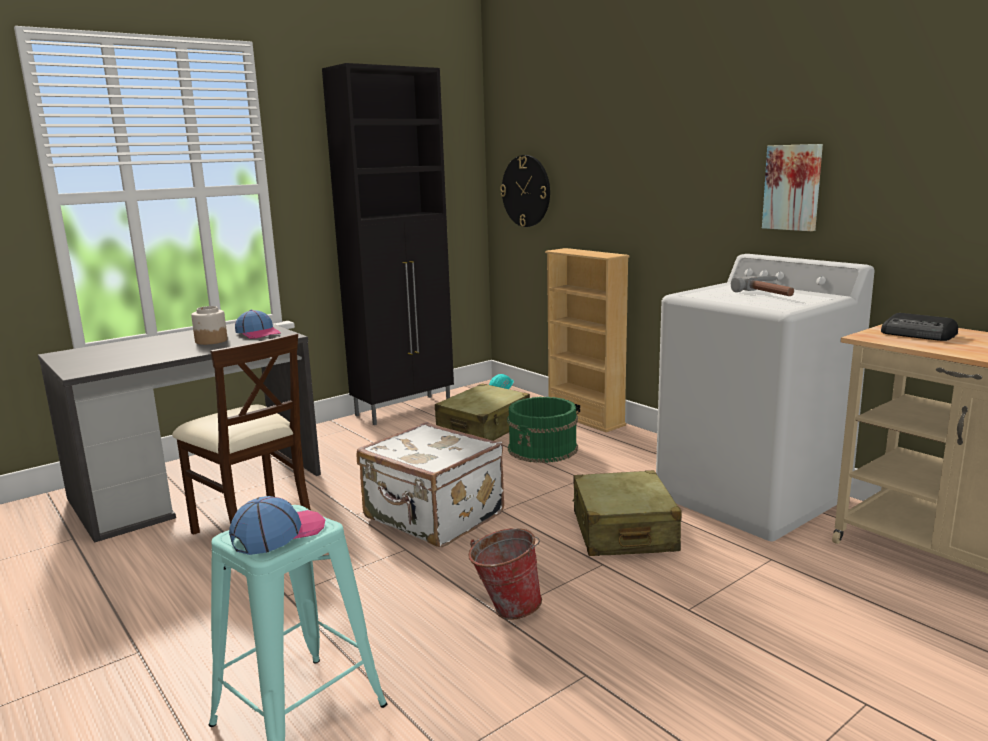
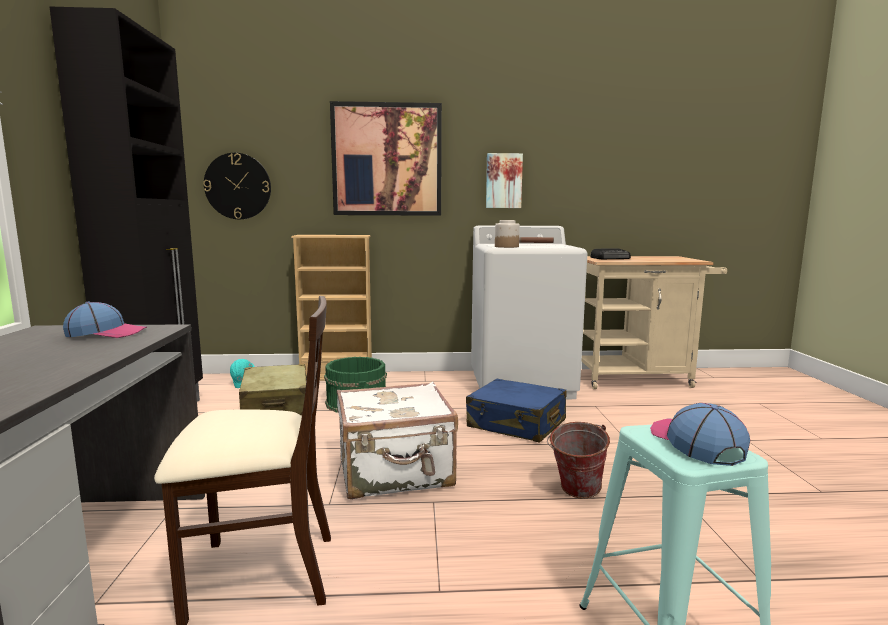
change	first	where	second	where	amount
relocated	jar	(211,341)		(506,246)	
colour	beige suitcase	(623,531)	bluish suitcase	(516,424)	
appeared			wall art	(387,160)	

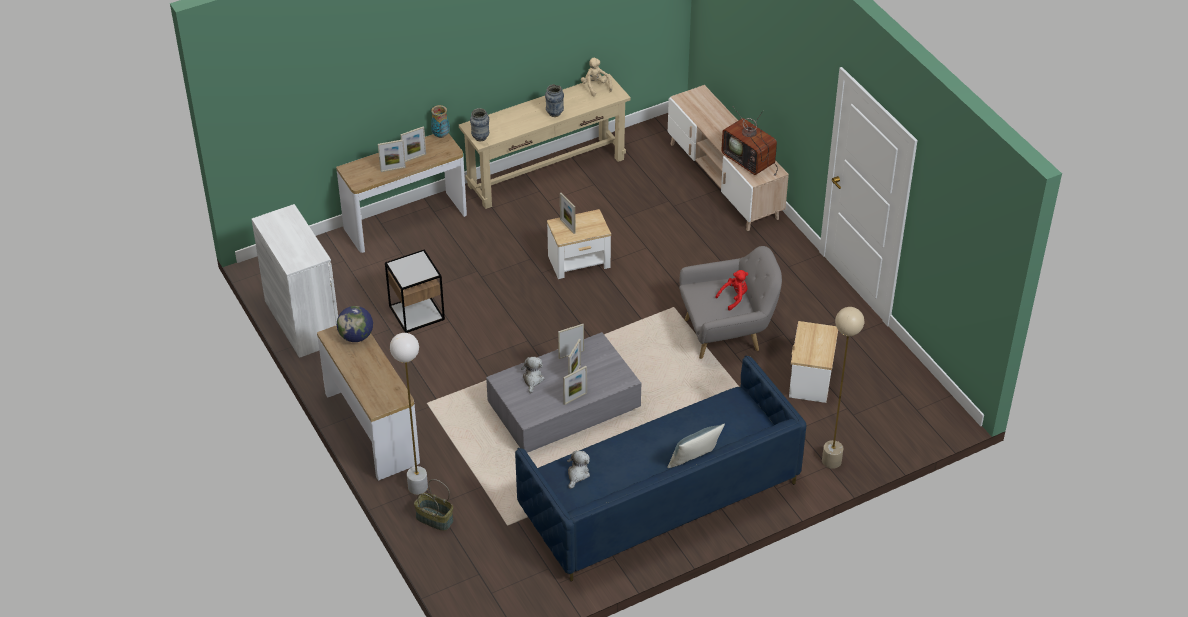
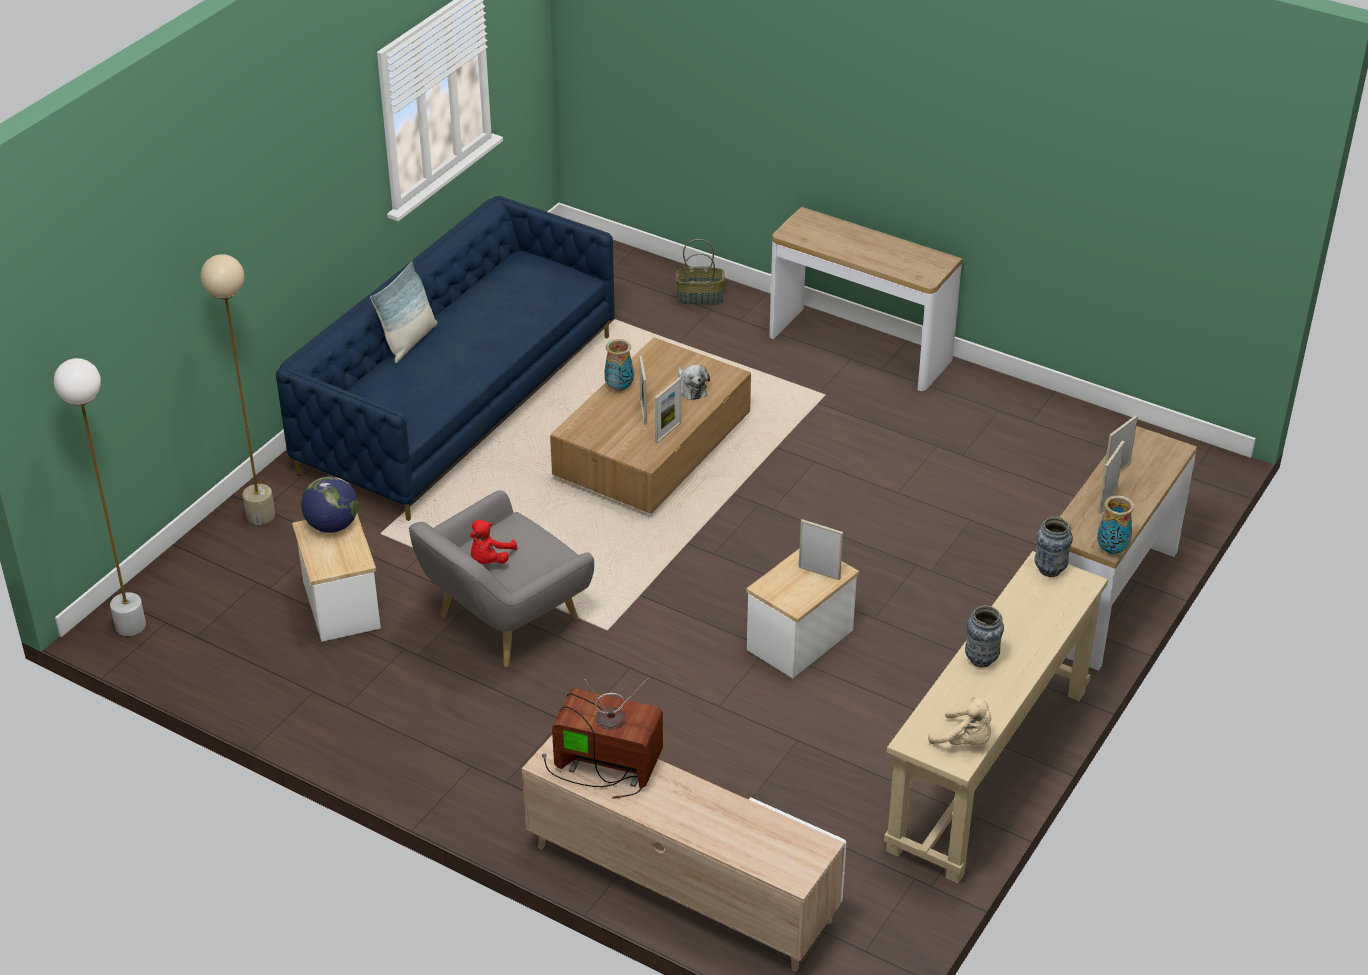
change	first	where	second	where	amount
missing	white storage cabinet	(302,321)			
relocated	world globe	(356,336)		(332,526)	
missing	side table	(416,313)			
relocated	white standing lamp	(417,487)		(130,625)	
colour	grey coffee table	(563,408)	brown coffee table	(653,449)	
exchanged	standing frame	(575,398)	vase	(619,388)	
missing	cuddly toy	(577,474)			

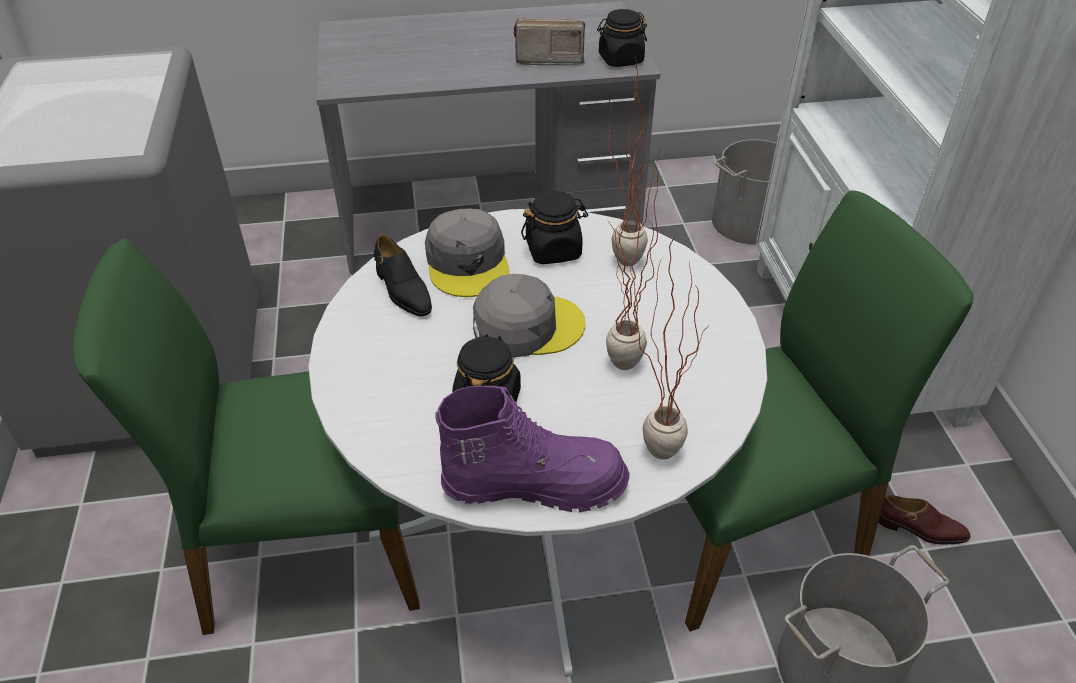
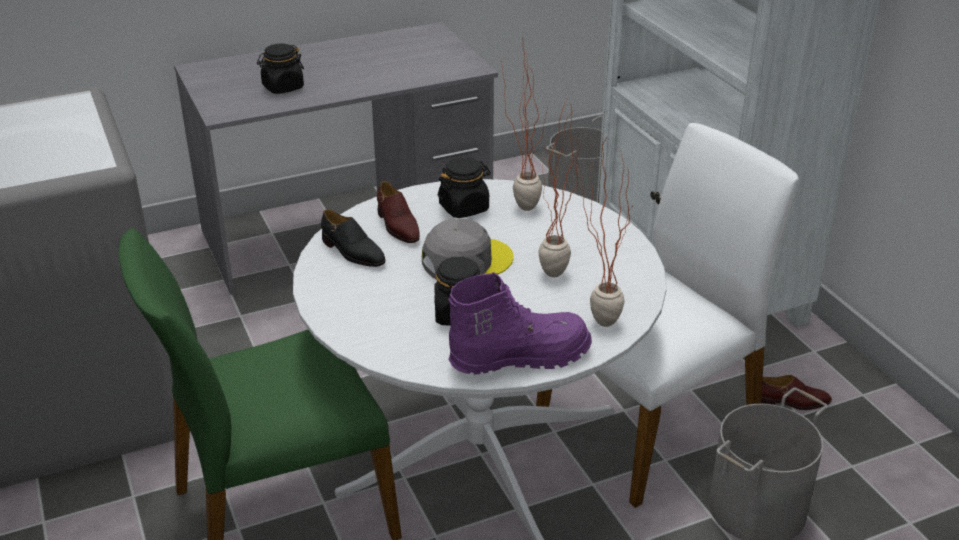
change	first	where	second	where	amount
exchanged	grey baseball cap	(468,262)	brown low shoe	(397,226)	
missing	radio	(547,58)			
relocated	blackish jar	(620,59)		(282,87)	
colour	green upright chair	(741,523)	white upright chair	(650,425)	

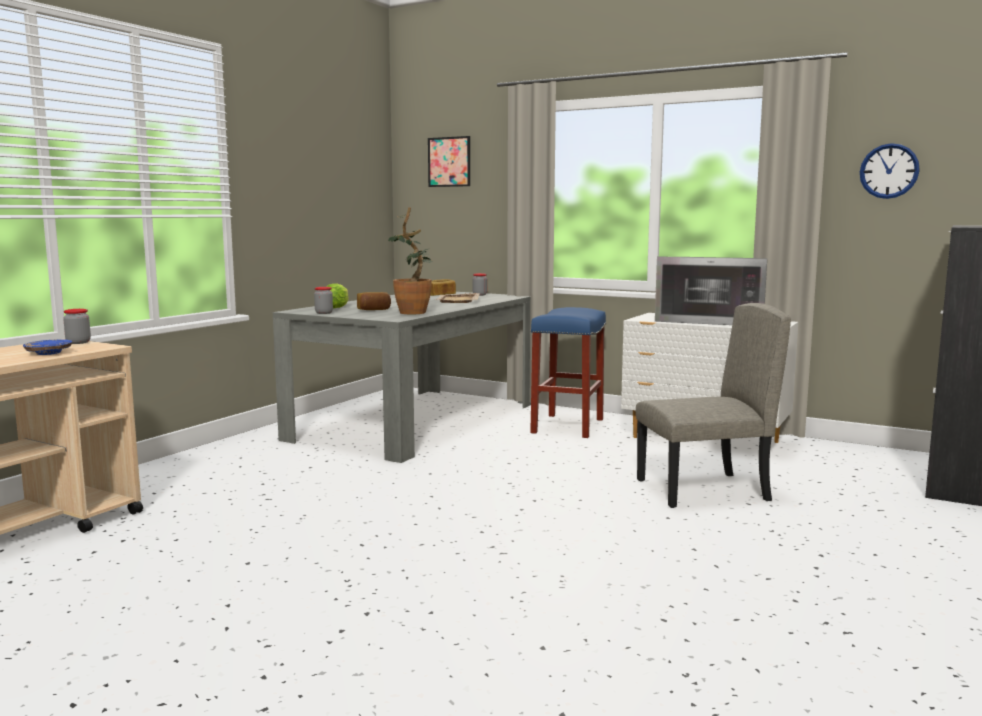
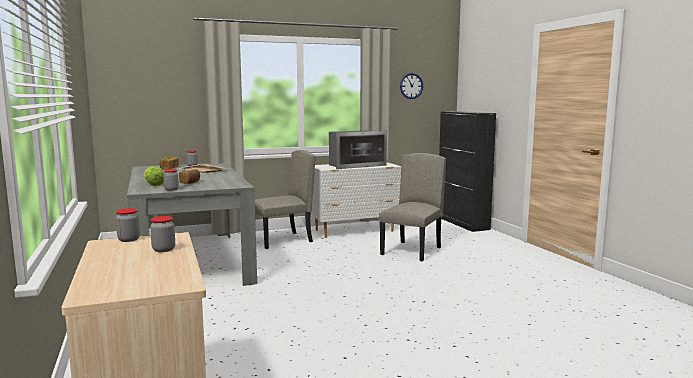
change	first	where	second	where	amount
exchanged	bluish dinner plate	(48,353)	jar	(163,249)	
missing	houseplant	(416,312)			
missing	wall art	(449,162)			
exchanged	bluish stool seat	(568,426)	beige upright chair	(281,241)	

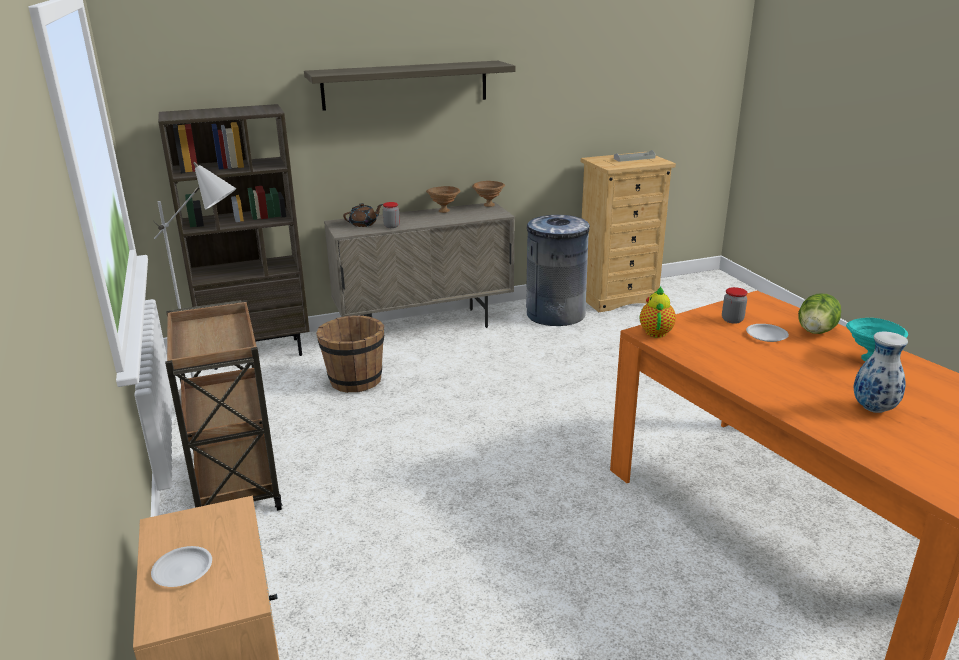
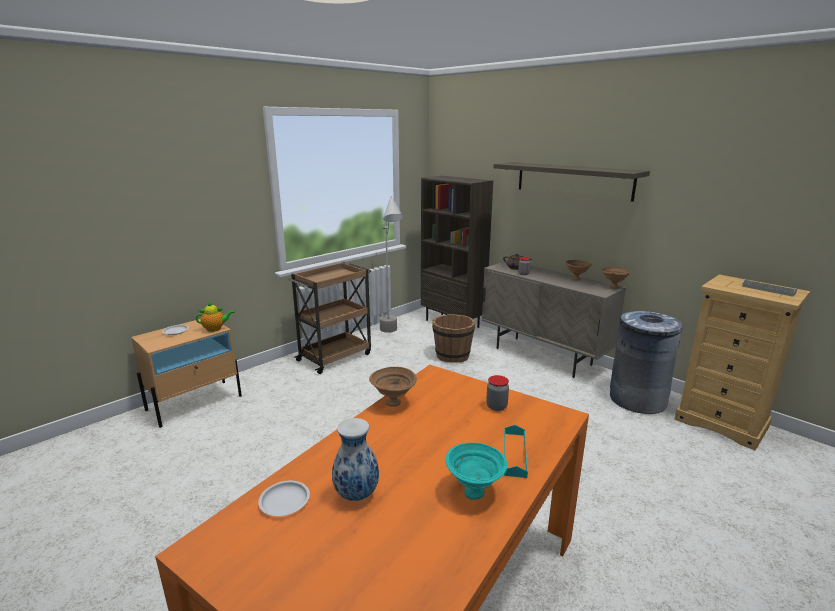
change	first	where	second	where	amount
relocated	teapot	(656,331)		(215,329)	
relocated	white dinner plate	(766,335)		(285,501)	
exchanged	lettuce head	(815,331)	turquoise tray	(514,454)	
appeared			brown bowl	(394,403)	

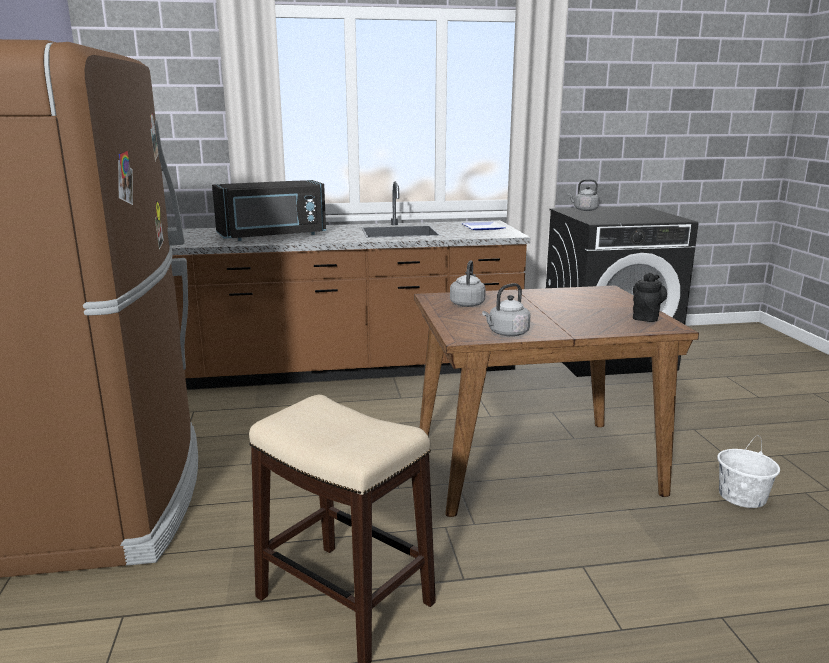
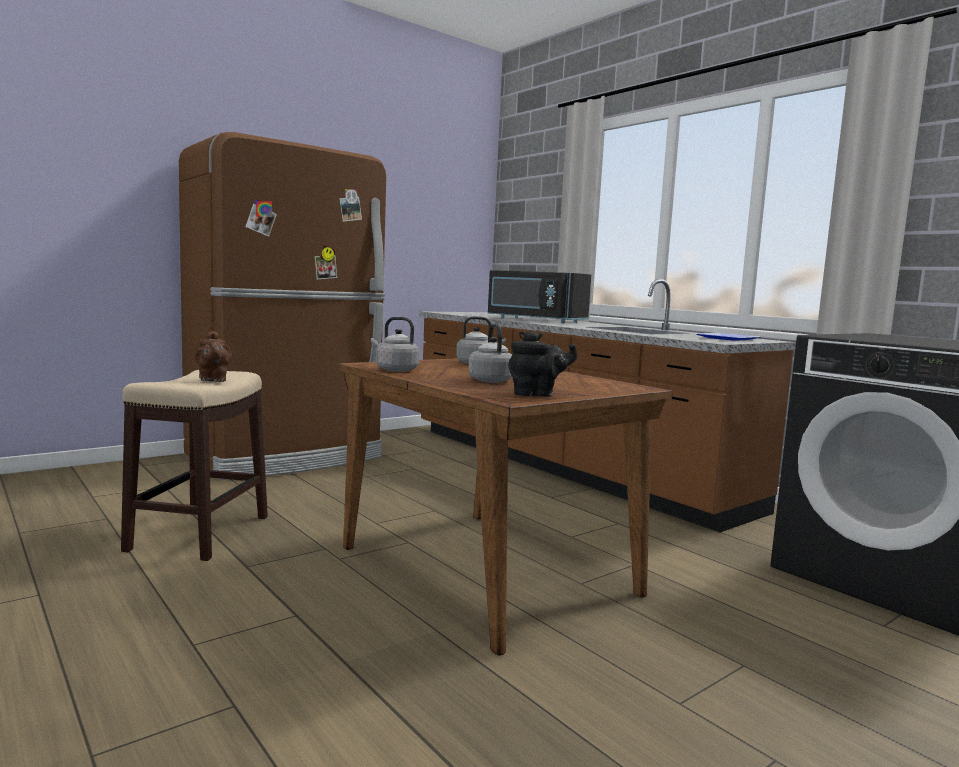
change	first	where	second	where	amount
relocated	grey tea kettle	(584,210)		(490,380)	
missing	white water bucket	(742,496)			
appeared			brown teapot	(213,380)	

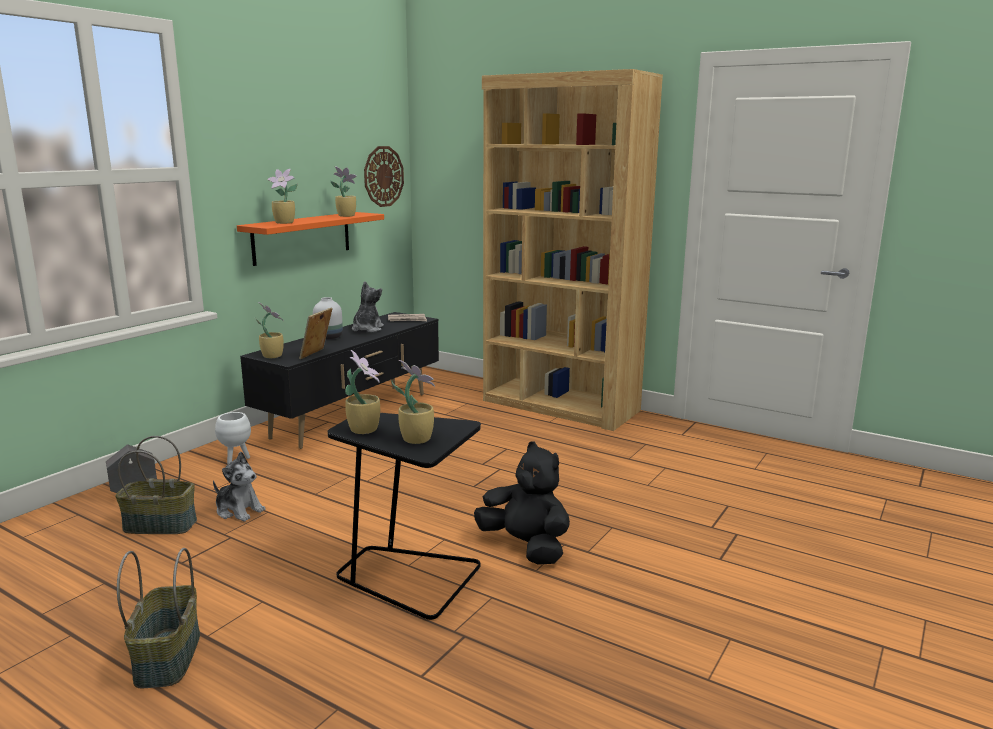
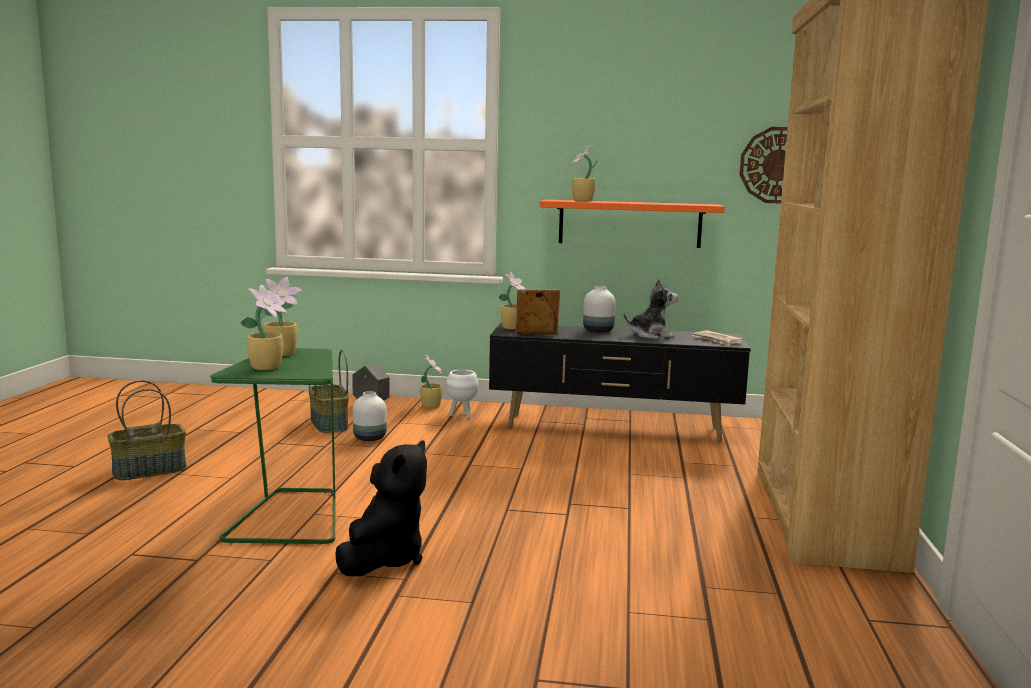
change	first	where	second	where	amount
exchanged	cuddly toy	(239,510)	white vase	(370,438)	
colour	blackish side table	(407,577)	green side table	(290,517)	
relocated	houseplant	(346,216)		(431,406)	

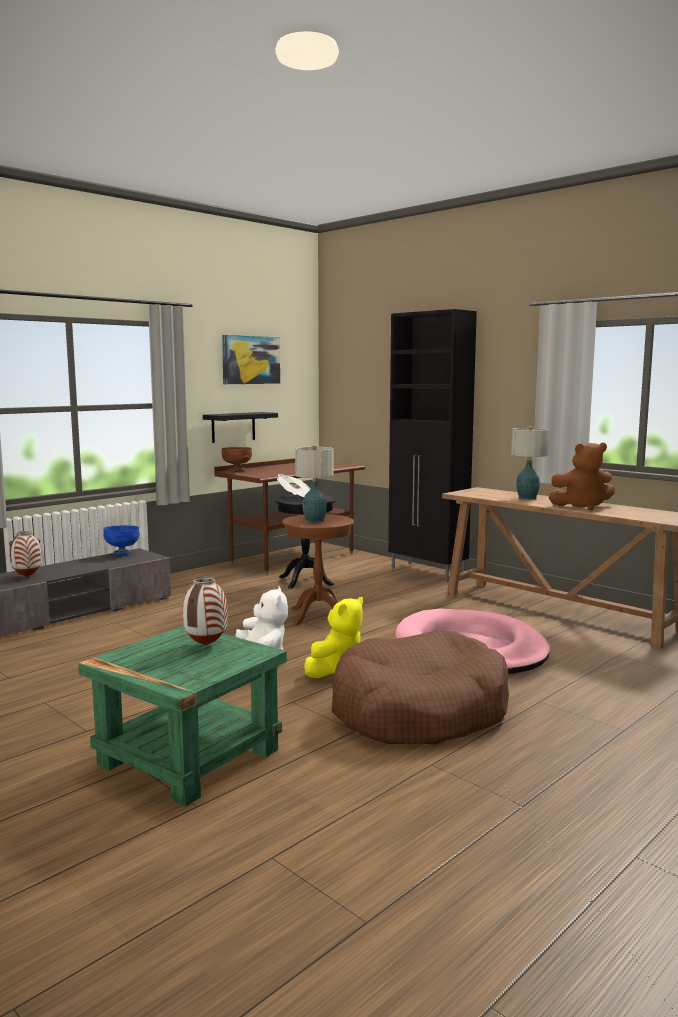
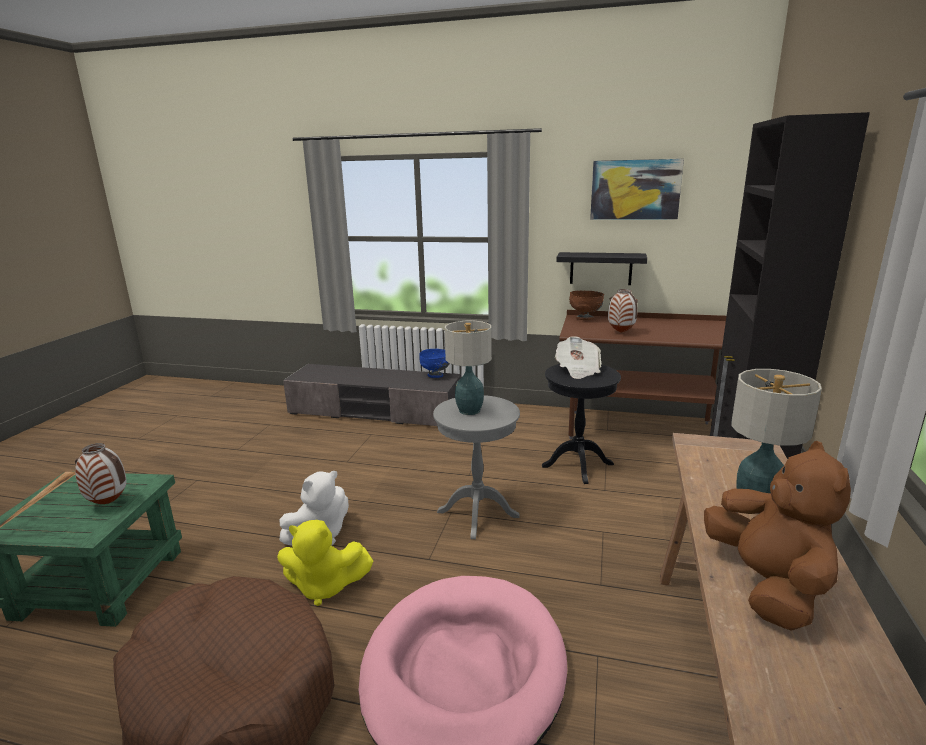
change	first	where	second	where	amount
relocated	vase	(27,576)		(621,332)	
colour	brown side table	(318,616)	grey side table	(478,514)	
spun	brown cuddly toy	(582,506)		(767,585)	150 degrees counterclockwise

